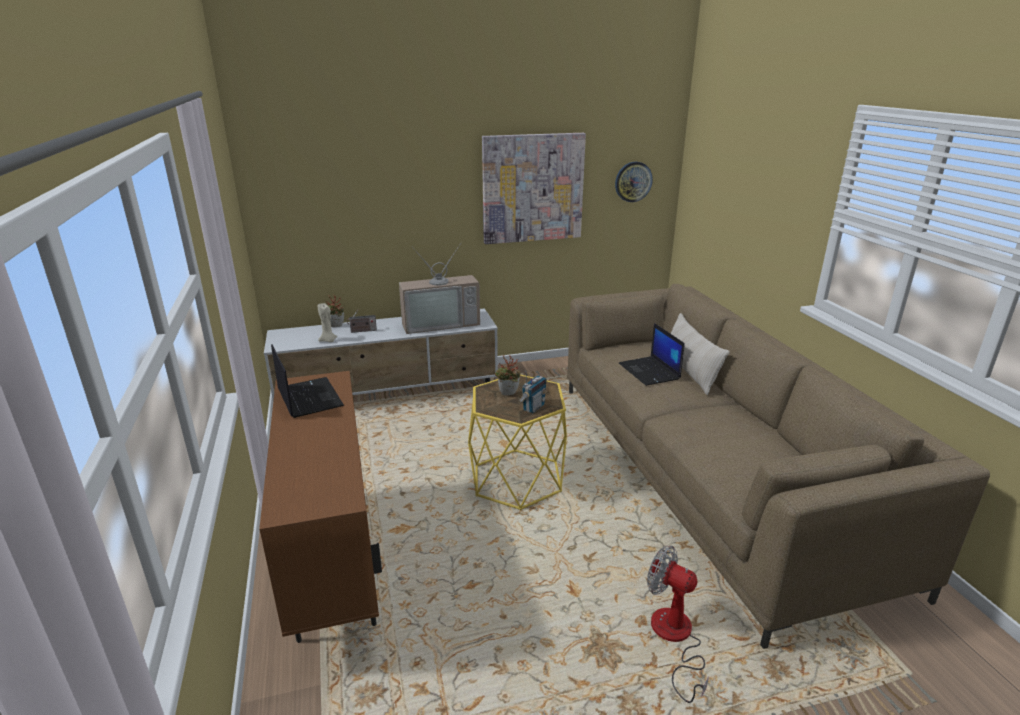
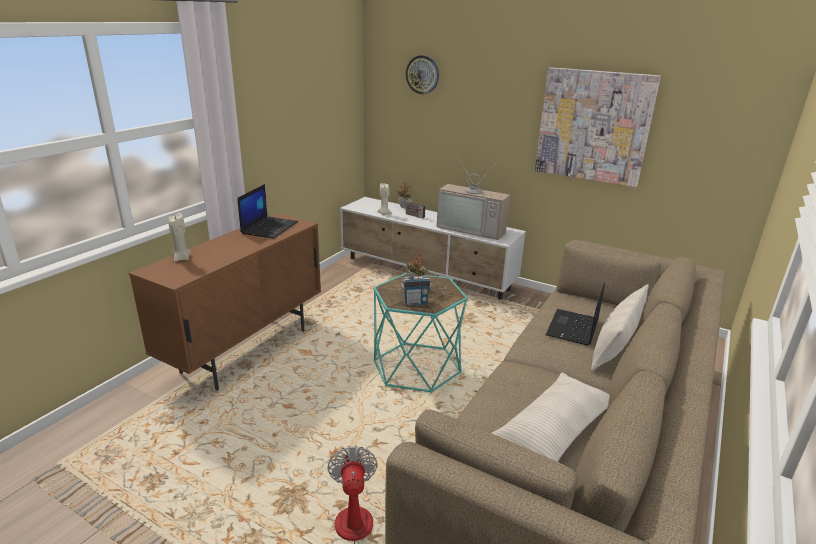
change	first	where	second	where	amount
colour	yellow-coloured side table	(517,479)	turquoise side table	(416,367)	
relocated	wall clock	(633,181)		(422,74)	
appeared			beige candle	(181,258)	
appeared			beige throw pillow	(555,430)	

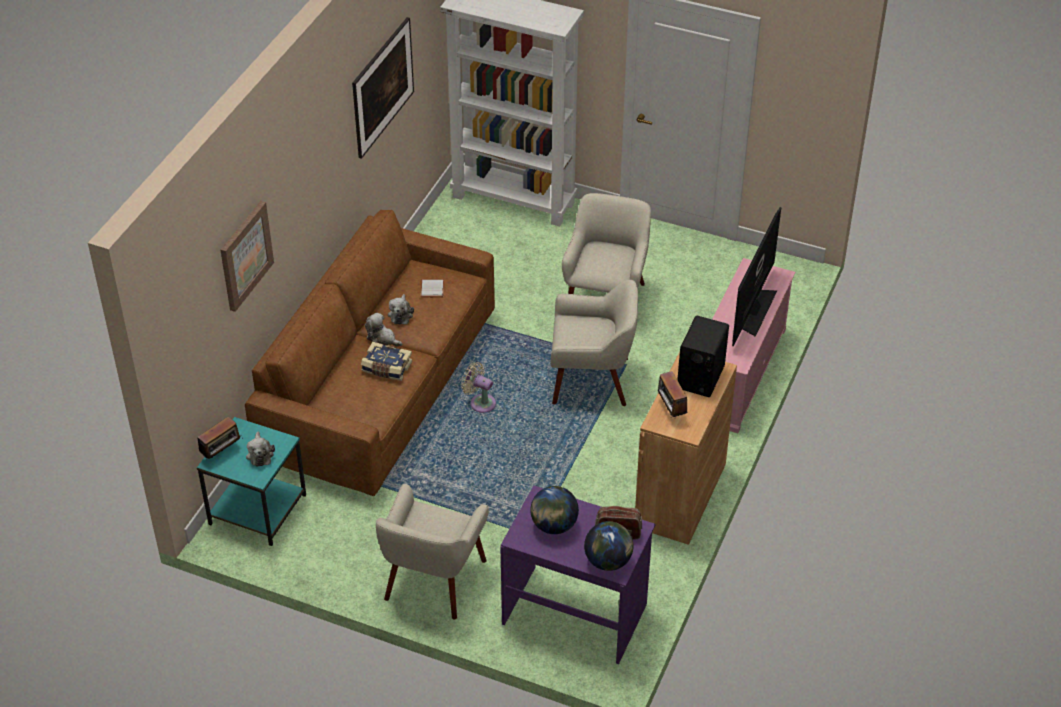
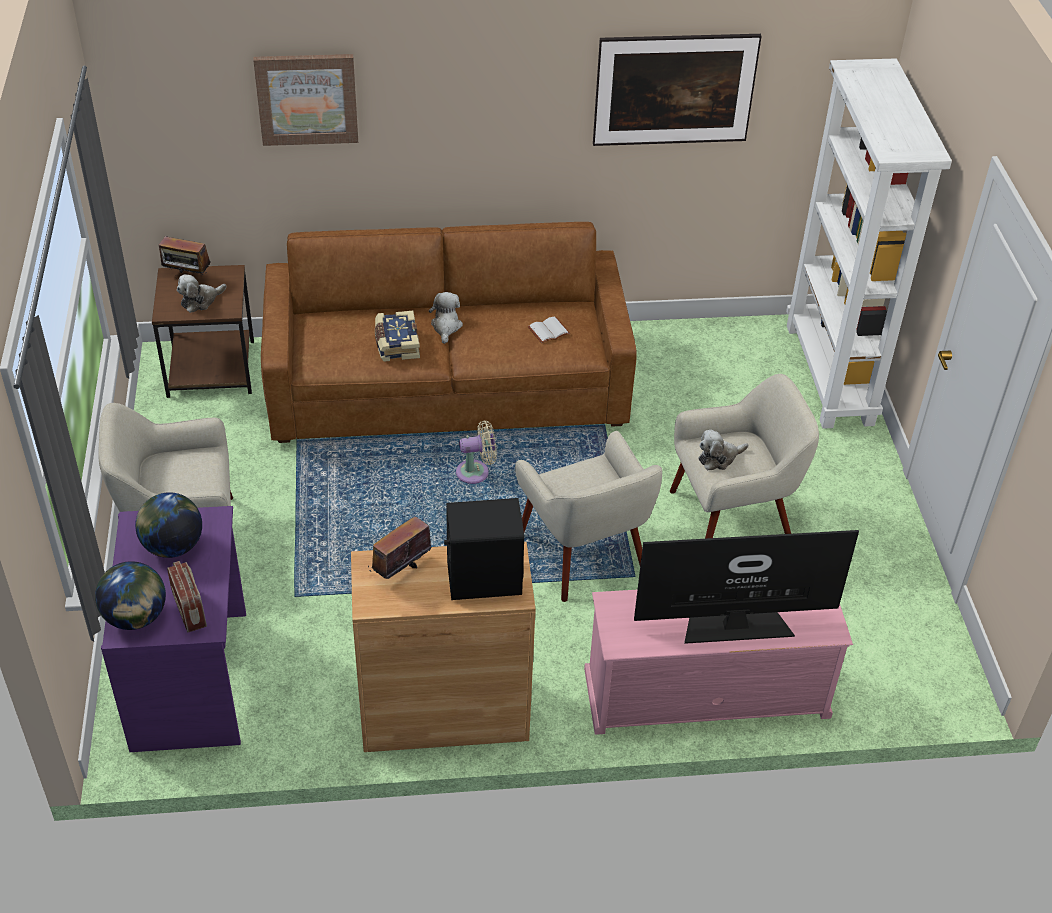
change	first	where	second	where	amount
colour	turquoise side table	(257,508)	brown side table	(212,367)	
relocated	cuddly toy	(401,314)		(719,458)	
spun	beige electric fan	(480,402)		(476,472)	75 degrees clockwise

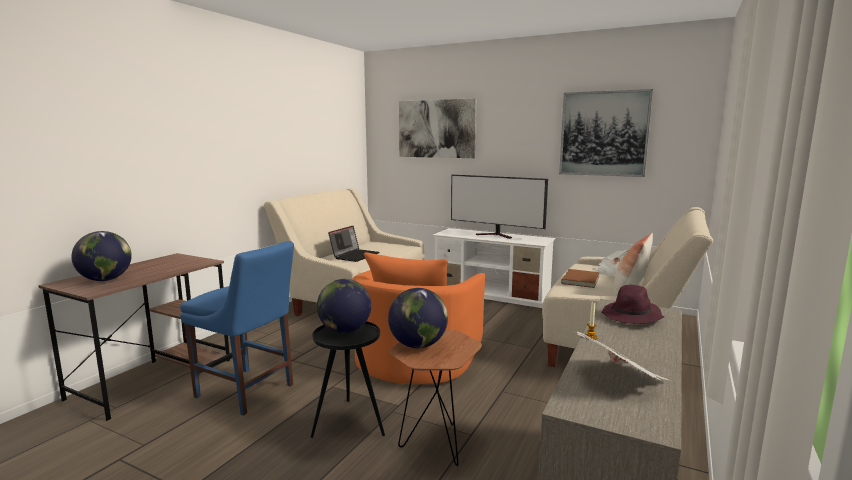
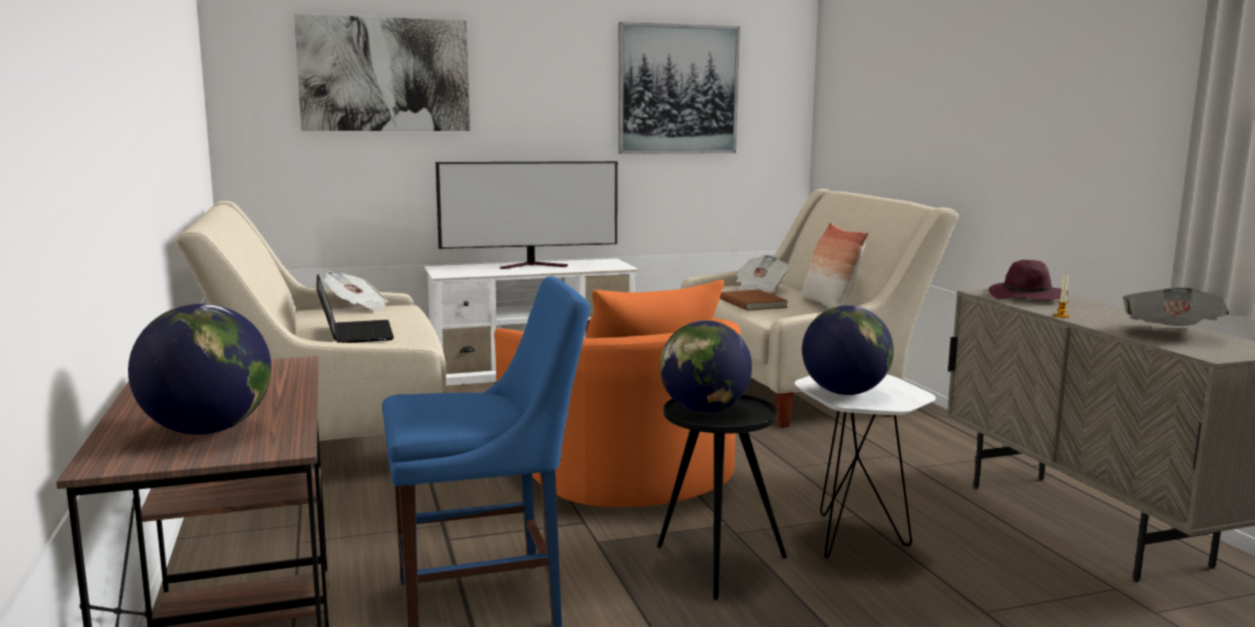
change	first	where	second	where	amount
colour	brown side table	(435,446)	white side table	(853,541)	
appeared			daily paper	(358,308)	

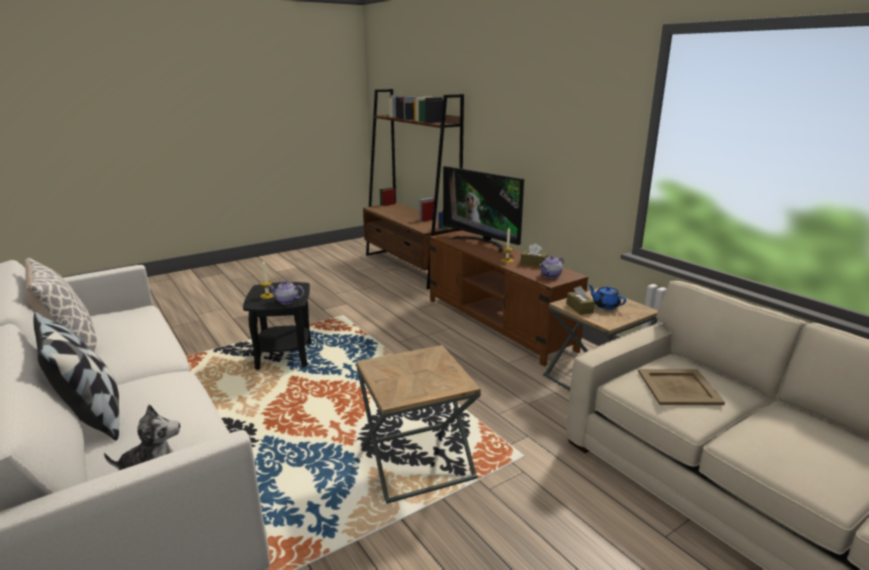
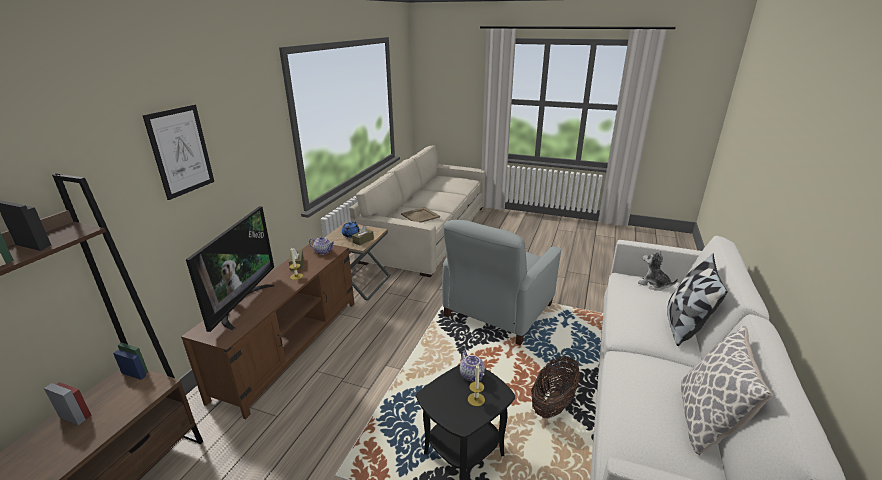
change	first	where	second	where	amount
exchanged	brown side table	(417,461)	grey armchair	(497,311)	
appeared			wall art	(181,151)	
appeared			household basket	(553,403)	

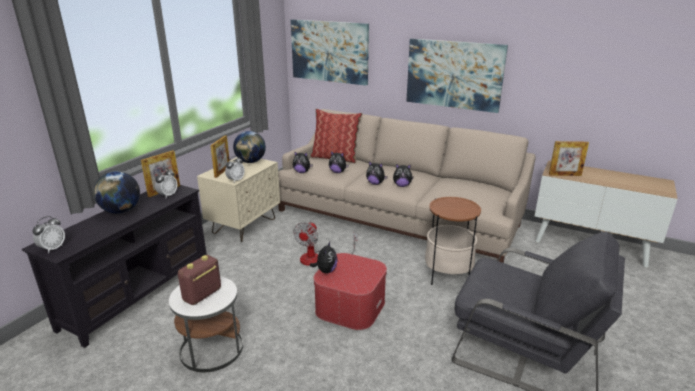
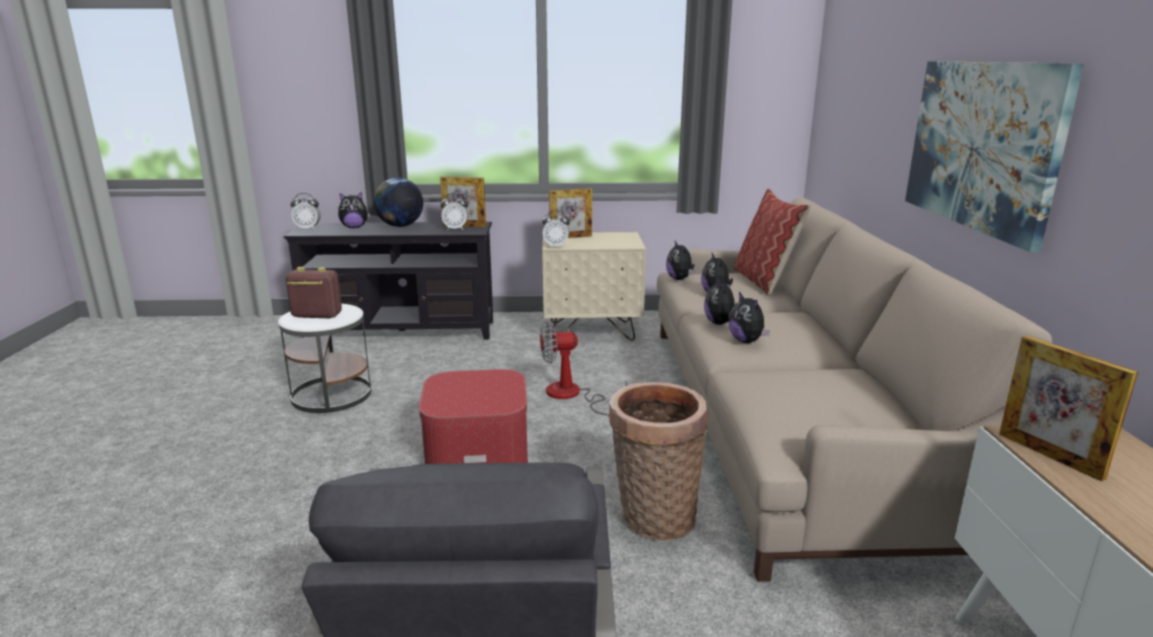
change	first	where	second	where	amount
missing	world globe	(250,162)			
missing	wall art	(329,51)			
relocated	cuddly toy	(325,271)		(354,227)	
exchanged	side table	(448,275)	household basket	(653,518)	

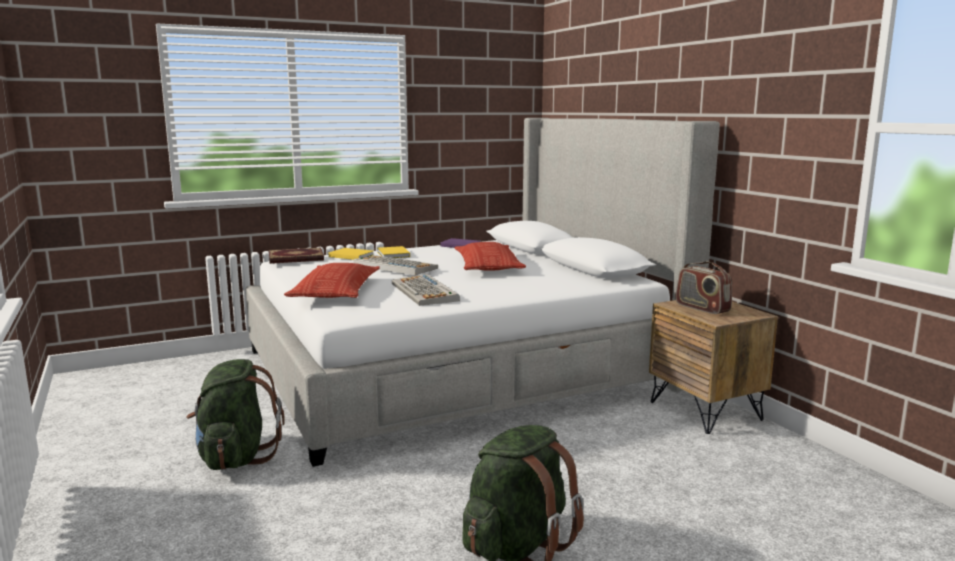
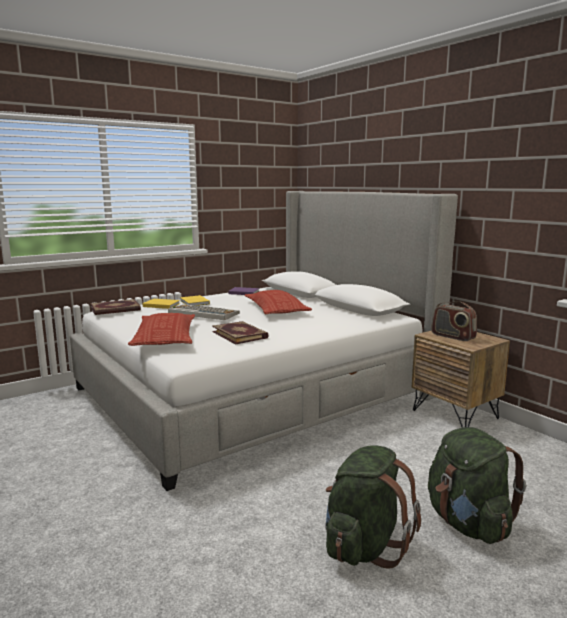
change	first	where	second	where	amount
relocated	green backpack	(236,457)		(468,523)	
exchanged	PC keyboard	(425,292)	volume	(240,334)	

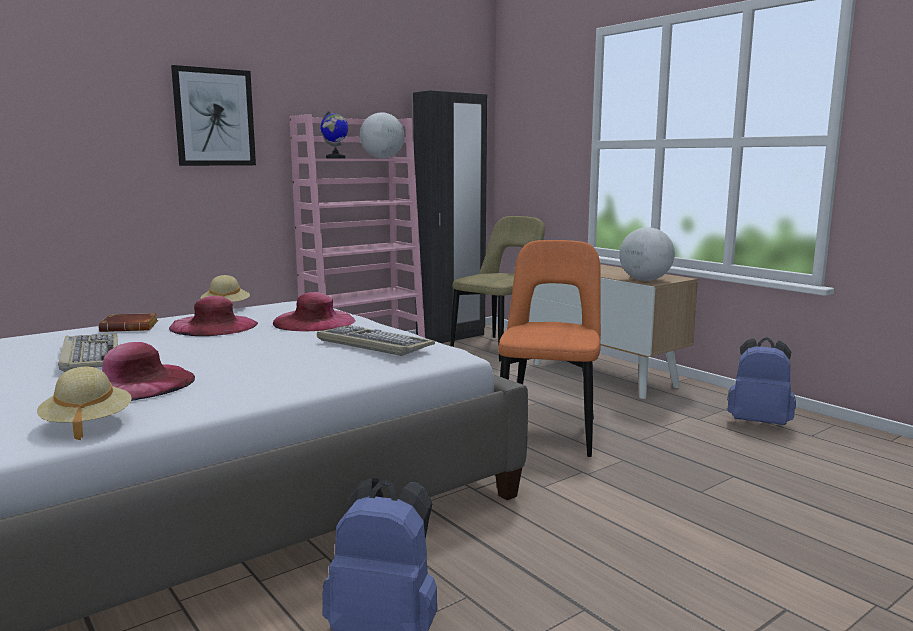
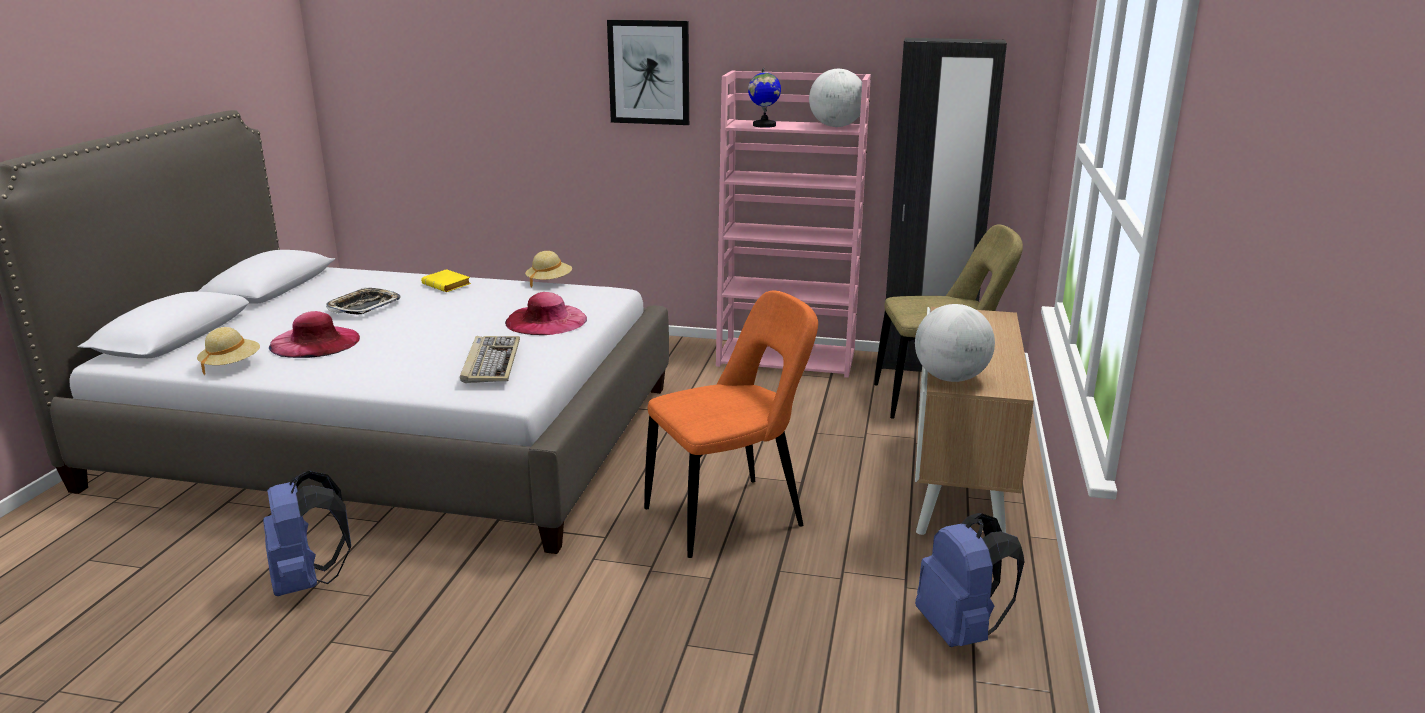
change	first	where	second	where	amount
exchanged	PC keyboard	(90,355)	tray	(364,306)	
colour	brown volume	(131,327)	yellow-coloured volume	(448,285)	
missing	pink-coloured hat	(214,326)			

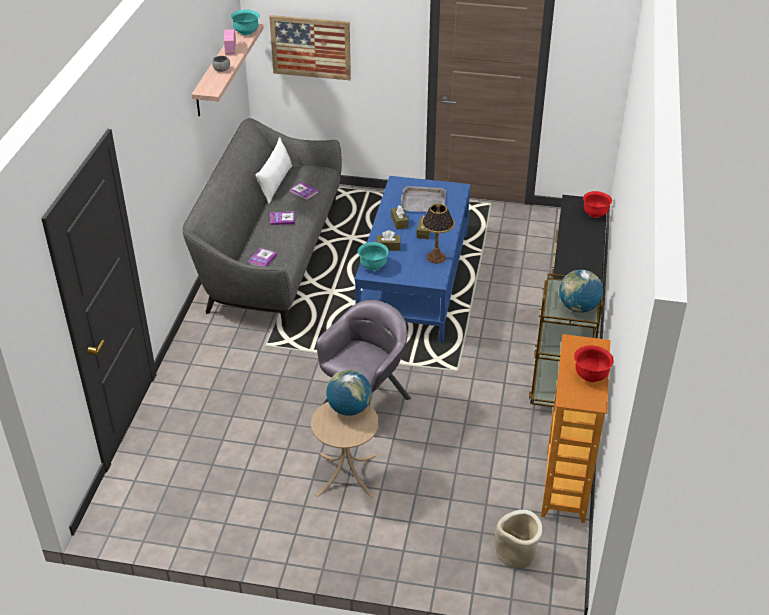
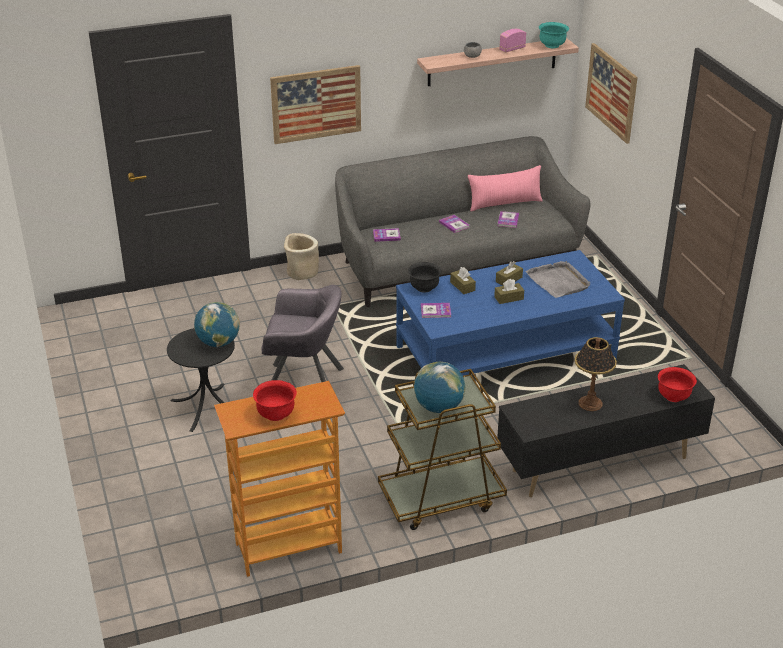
change	first	where	second	where	amount
colour	white throw pillow	(275,183)	pink-coloured throw pillow	(504,203)	
colour	beige side table	(346,474)	blackish side table	(207,407)	
colour	turquoise bowl	(373,266)	blackish bowl	(424,288)	
relocated	table lamp	(436,257)		(590,403)	
relocated	beige flower pot	(516,554)		(301,272)	
appeared			wall art	(316,104)	
appeared			volume	(435,311)	

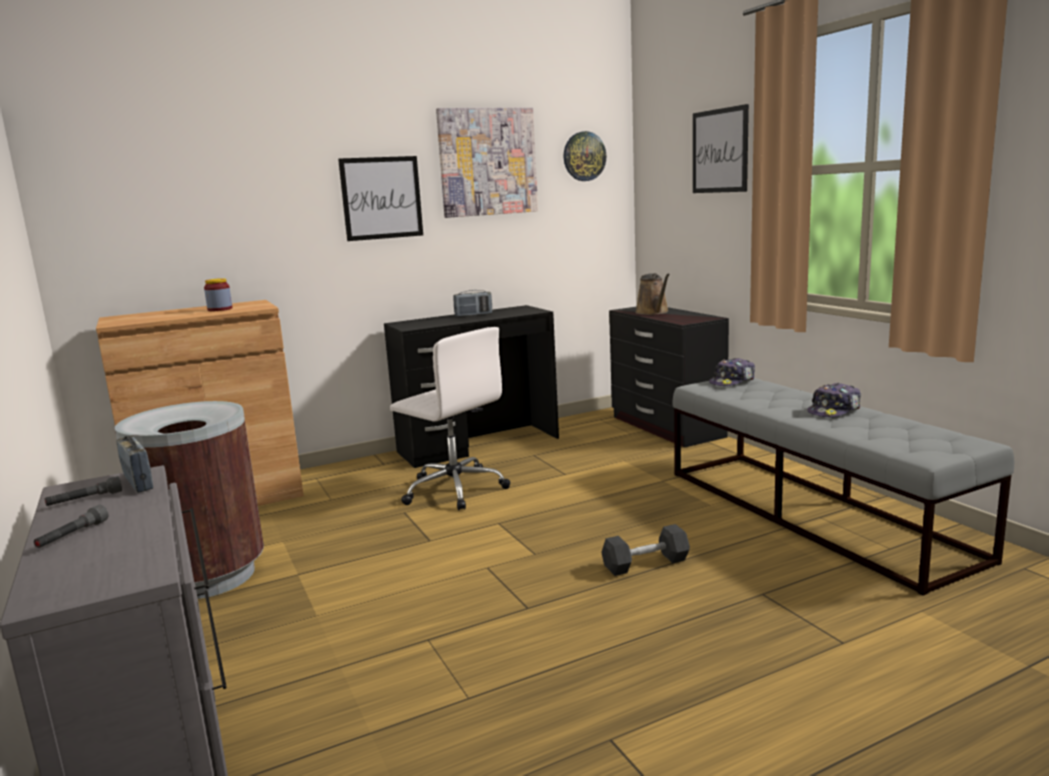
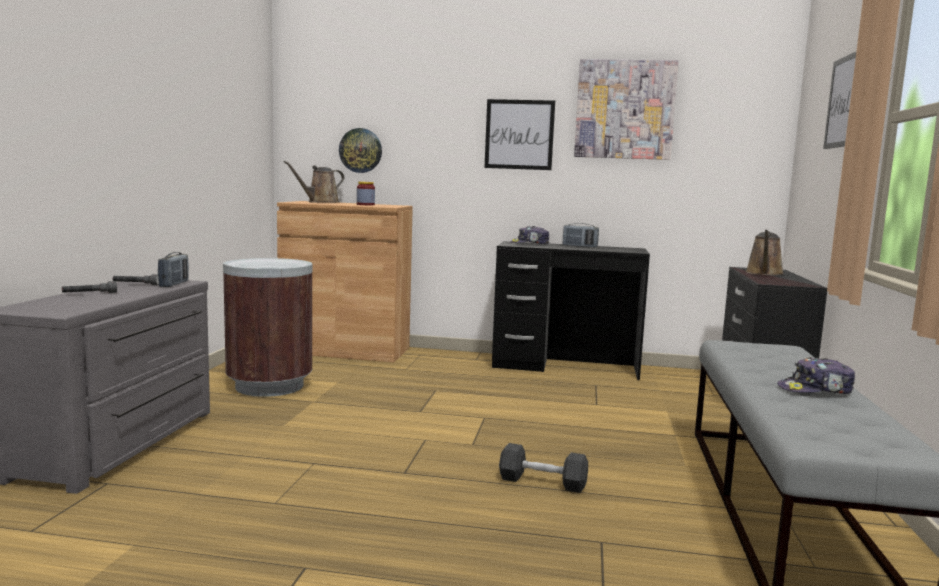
change	first	where	second	where	amount
missing	white computer chair	(454,489)			
relocated	wall clock	(584,156)		(360,150)	
relocated	baseball cap	(732,381)		(529,244)	
appeared			brown watering can	(320,202)	

